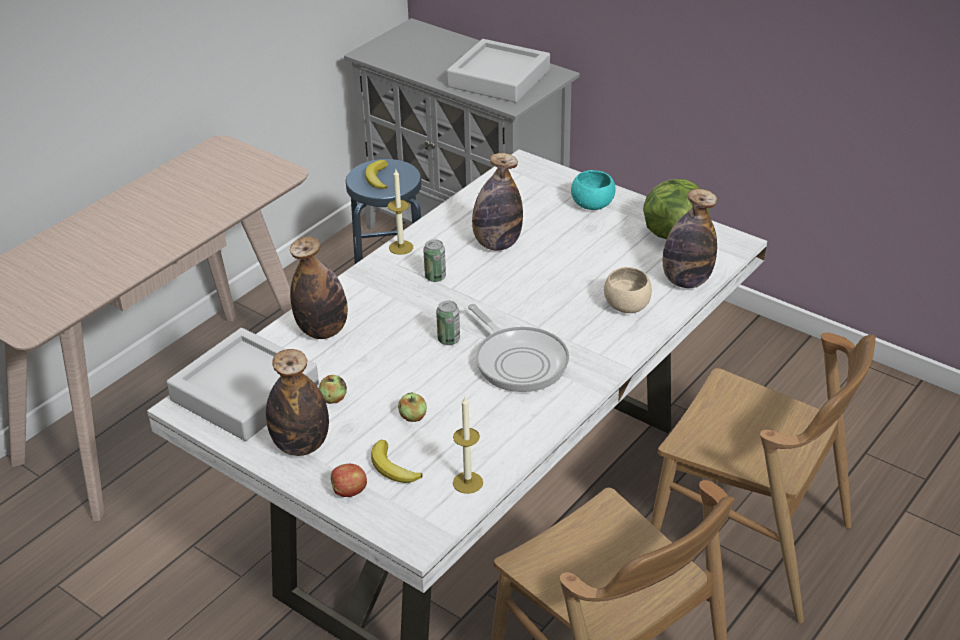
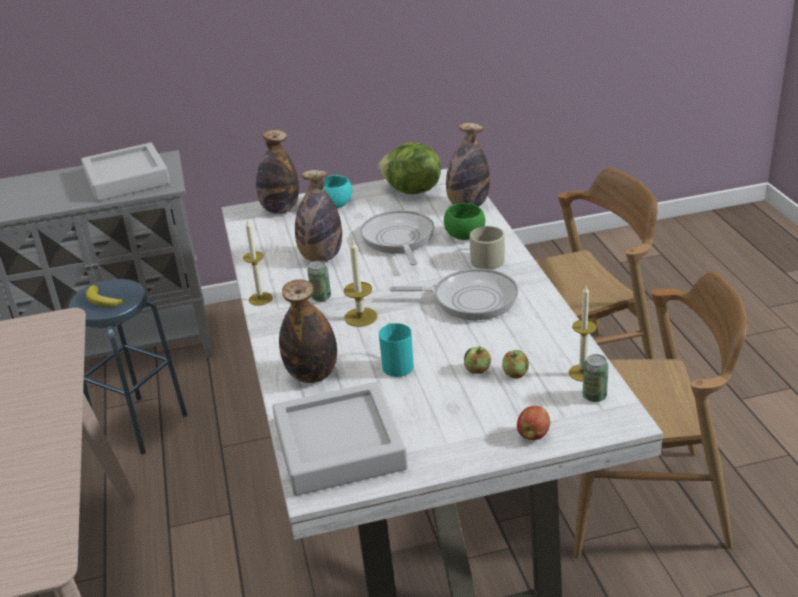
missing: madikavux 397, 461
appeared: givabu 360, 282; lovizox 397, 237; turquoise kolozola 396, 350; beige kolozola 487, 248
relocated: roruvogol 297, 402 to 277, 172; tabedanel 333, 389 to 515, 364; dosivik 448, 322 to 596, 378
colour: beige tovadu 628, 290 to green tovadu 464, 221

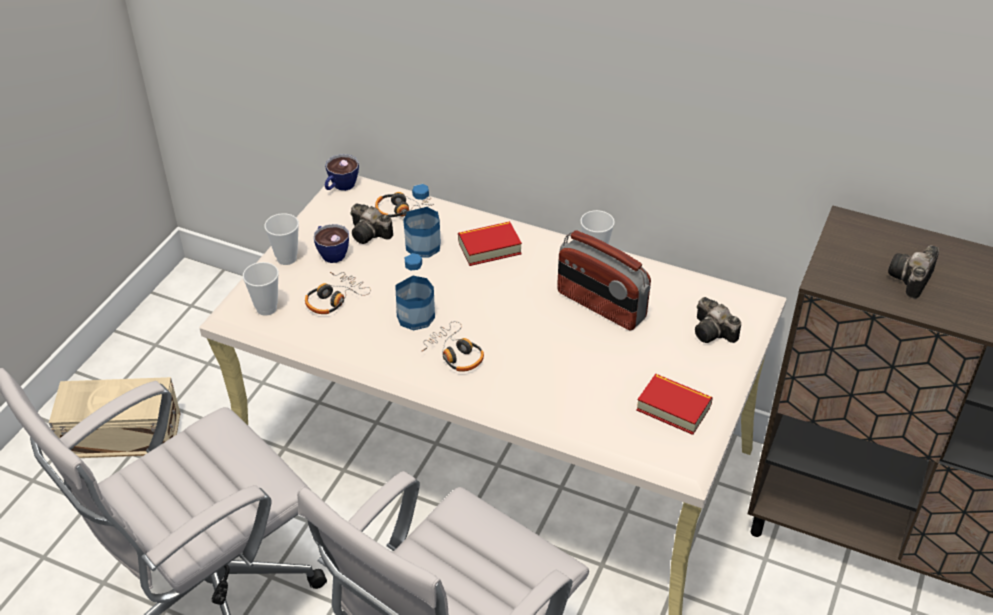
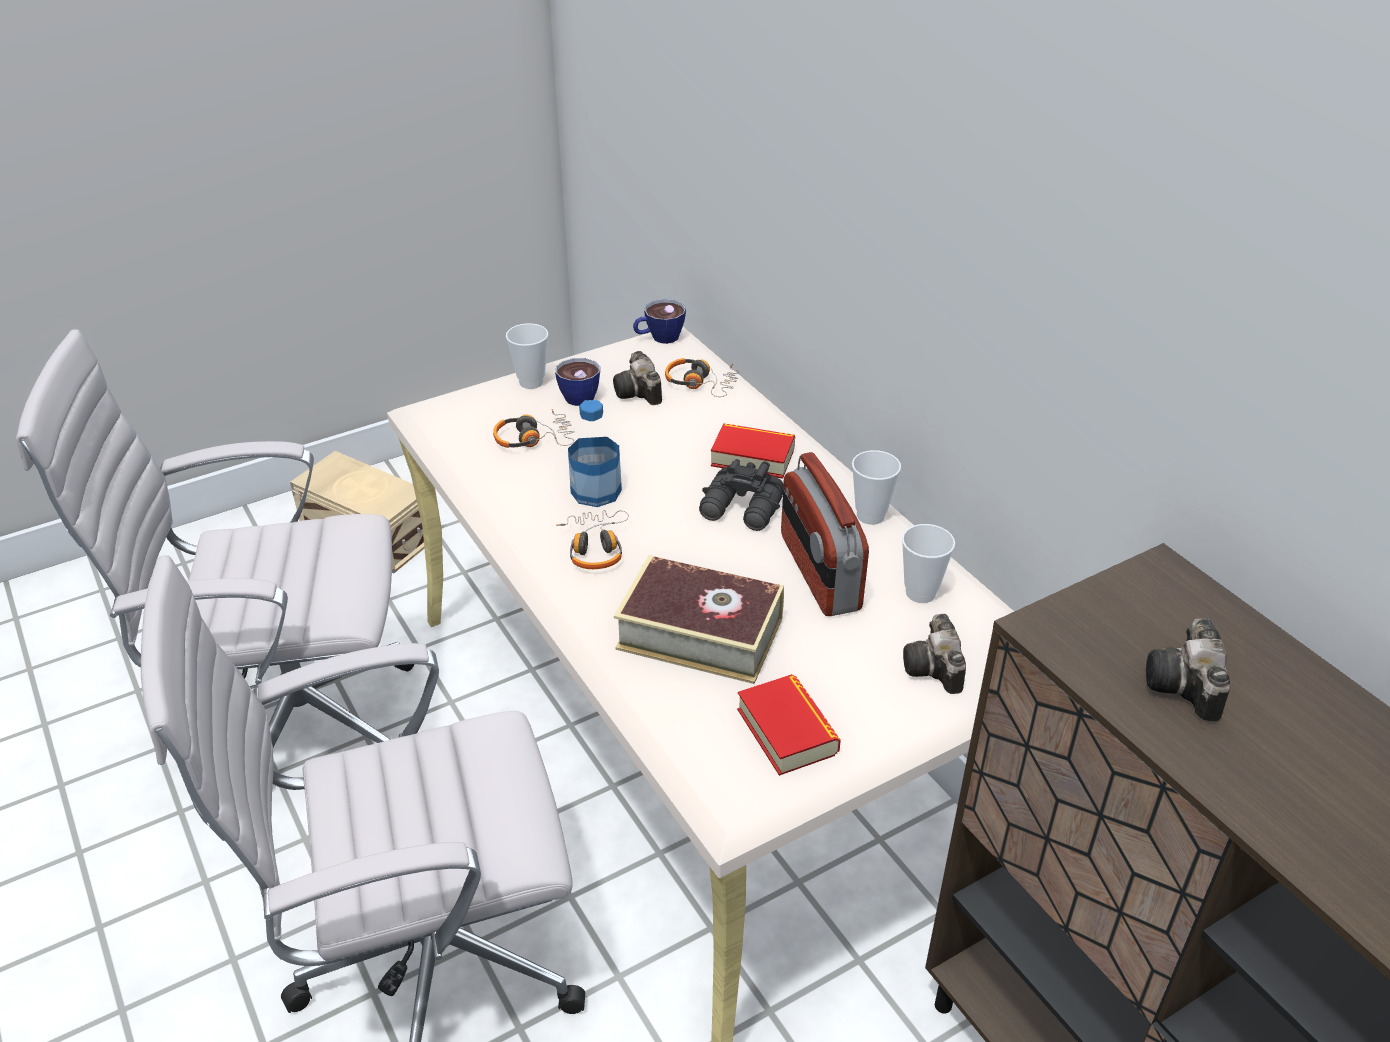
missing: roruvogol 421, 220
appeared: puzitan 699, 619; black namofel 741, 495
relocated: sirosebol 261, 289 to 928, 563
spun: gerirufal 913, 272 = 1188, 670 60 degrees counterclockwise

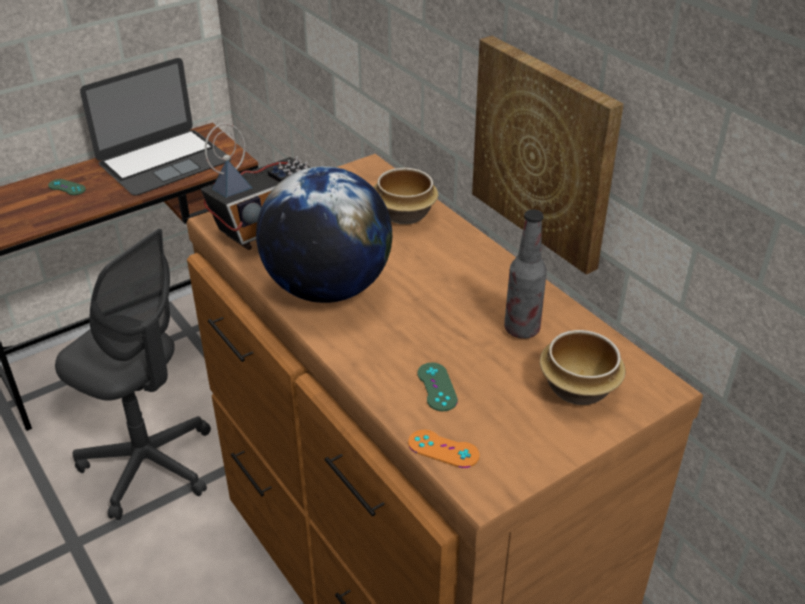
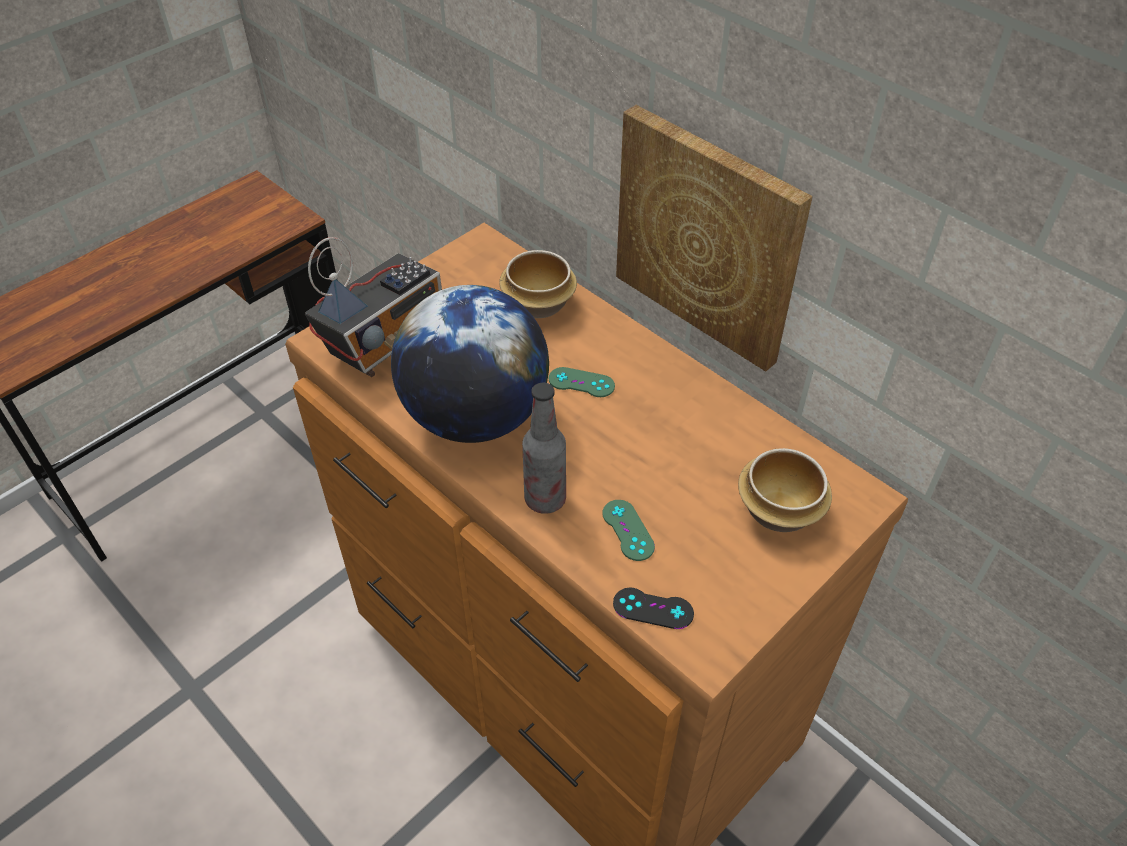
missing: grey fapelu 133, 374; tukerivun 155, 127
relocated: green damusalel 67, 187 to 581, 382; roruvogol 525, 274 to 544, 448
colour: orange damusalel 444, 449 to black damusalel 653, 608

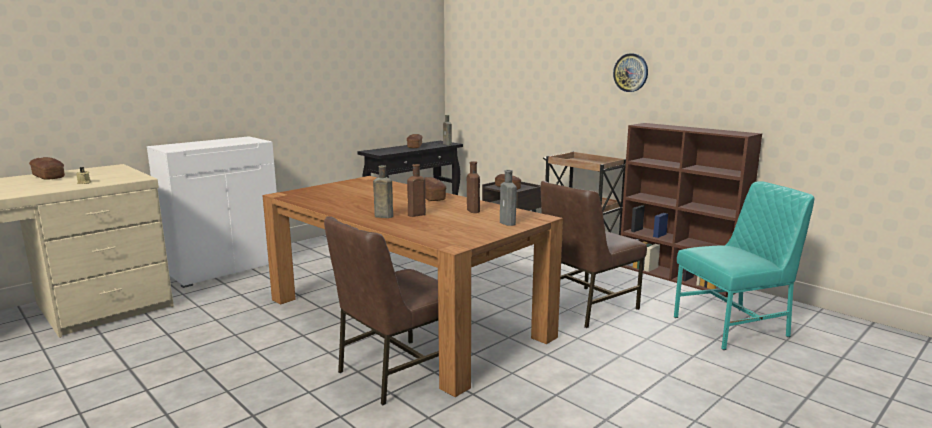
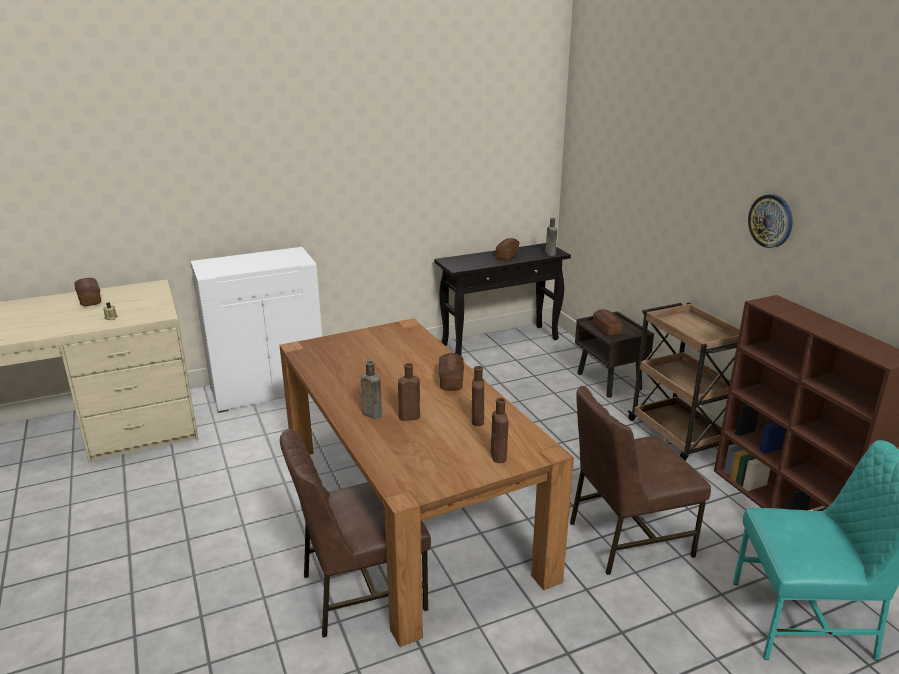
colour: grey roruvogol 508, 198 to brown roruvogol 500, 430

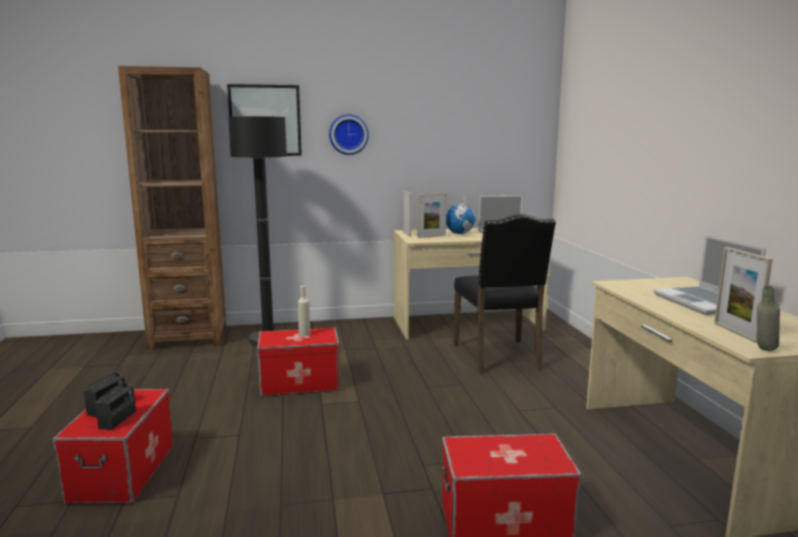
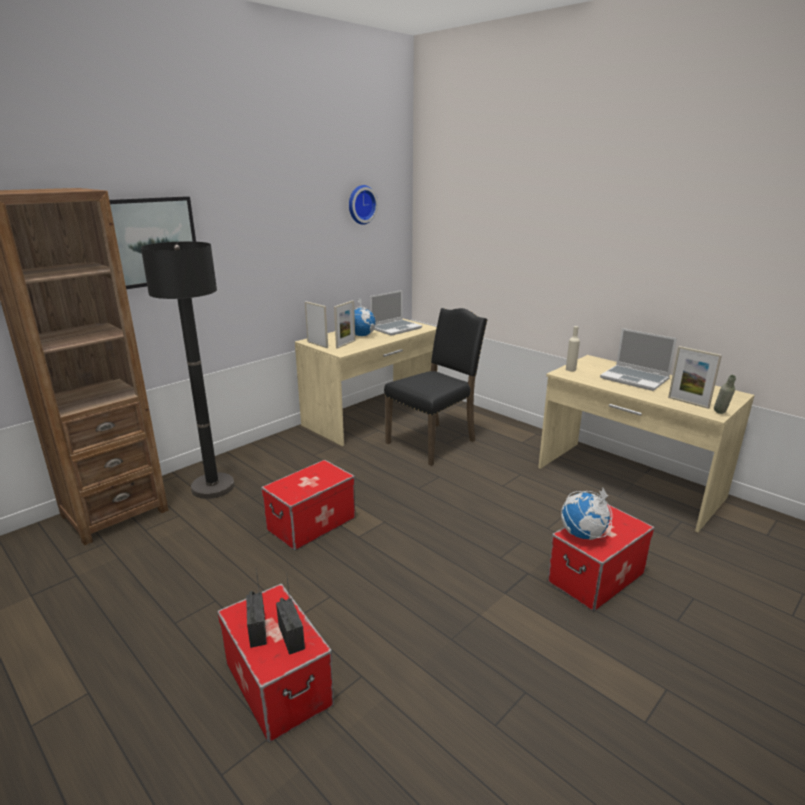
appeared: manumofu 586, 514
relocated: beige roruvogol 304, 311 to 573, 348; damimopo 349, 134 to 363, 205
spun: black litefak 504, 294 = 435, 387 90 degrees counterclockwise

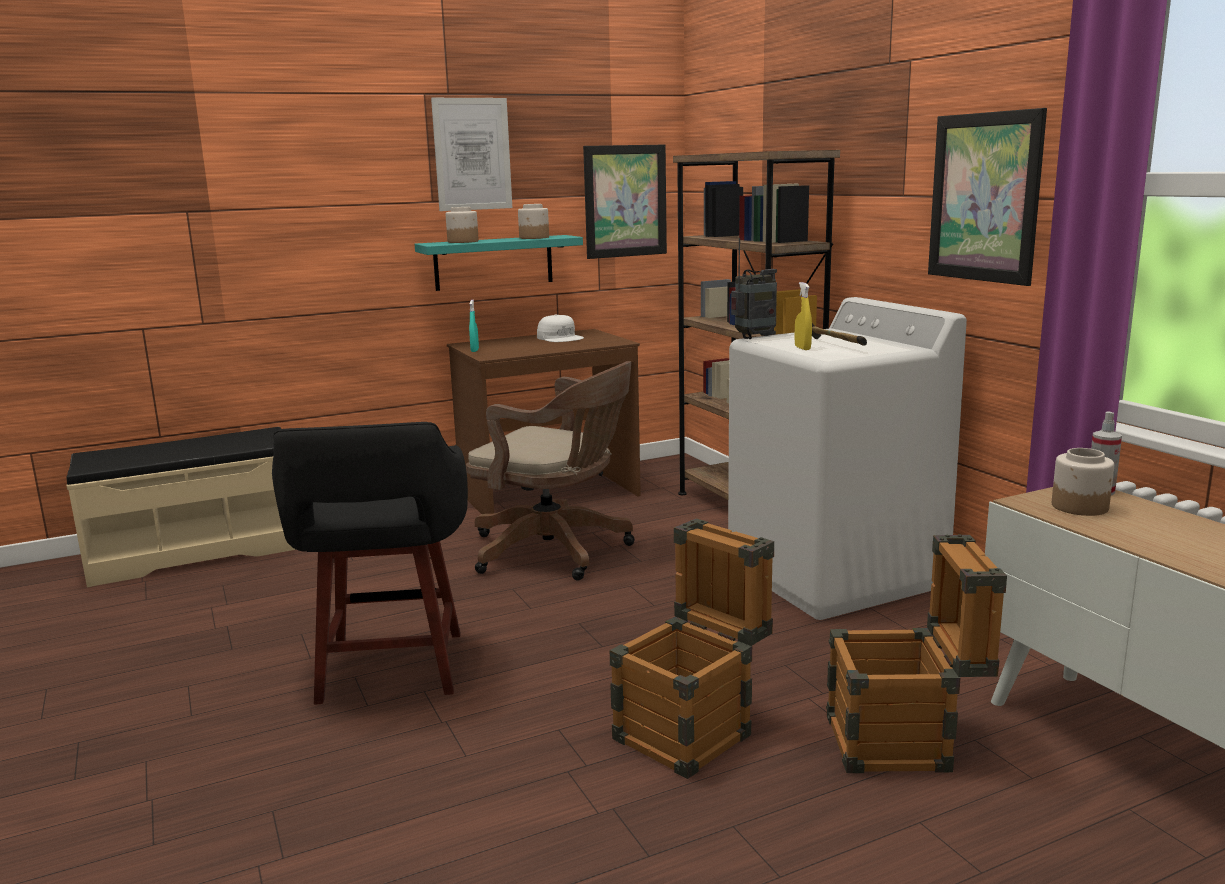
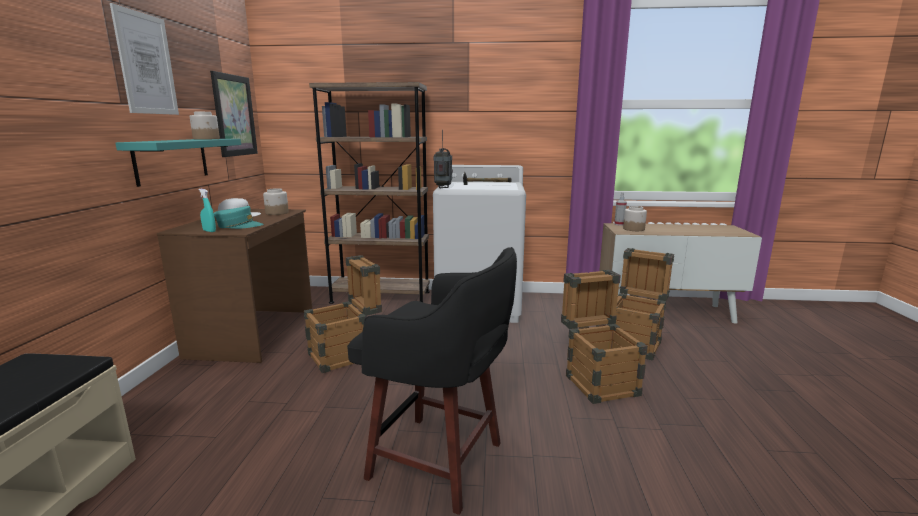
missing: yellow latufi 803, 316; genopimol 987, 197
appeared: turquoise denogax 238, 217
relocated: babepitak 462, 225 to 276, 201
exchanged: brown fapelu 550, 470 to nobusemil 343, 314

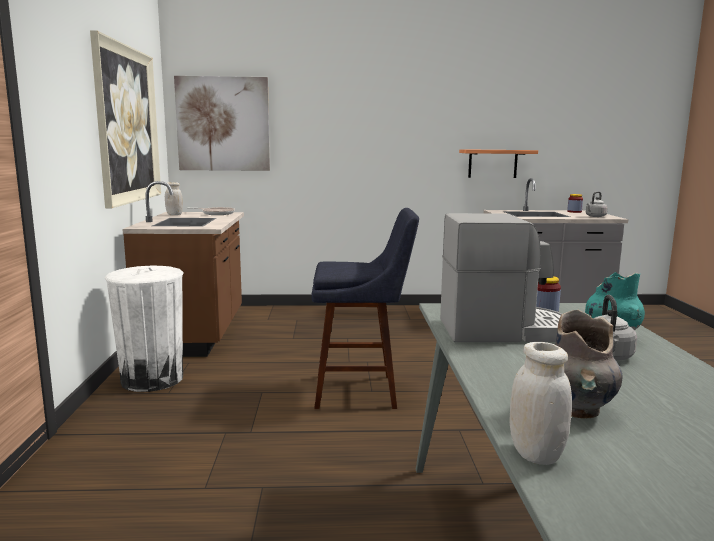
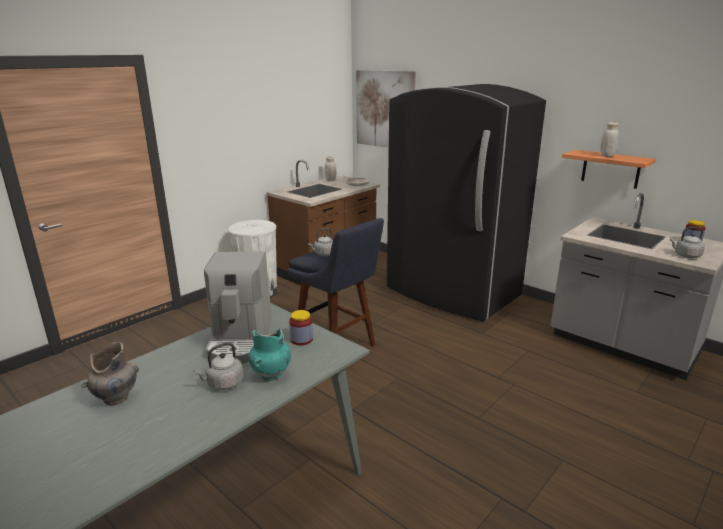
missing: genopimol 125, 119
appeared: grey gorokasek 320, 242; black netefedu 466, 202
relocated: white babepitak 540, 403 to 609, 139
spun: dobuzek 501, 277 = 238, 307 45 degrees clockwise

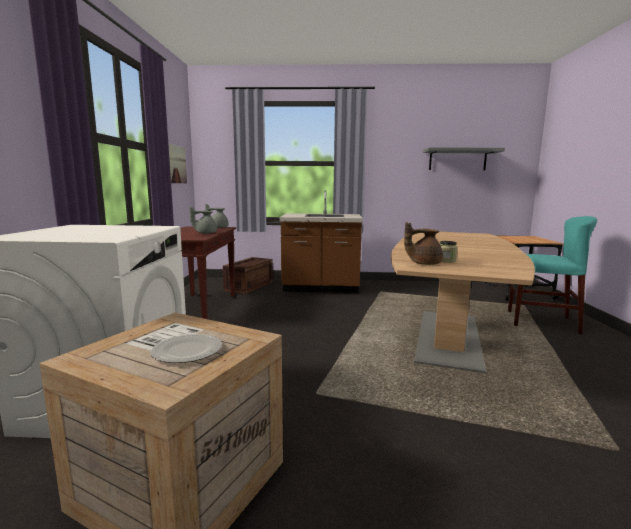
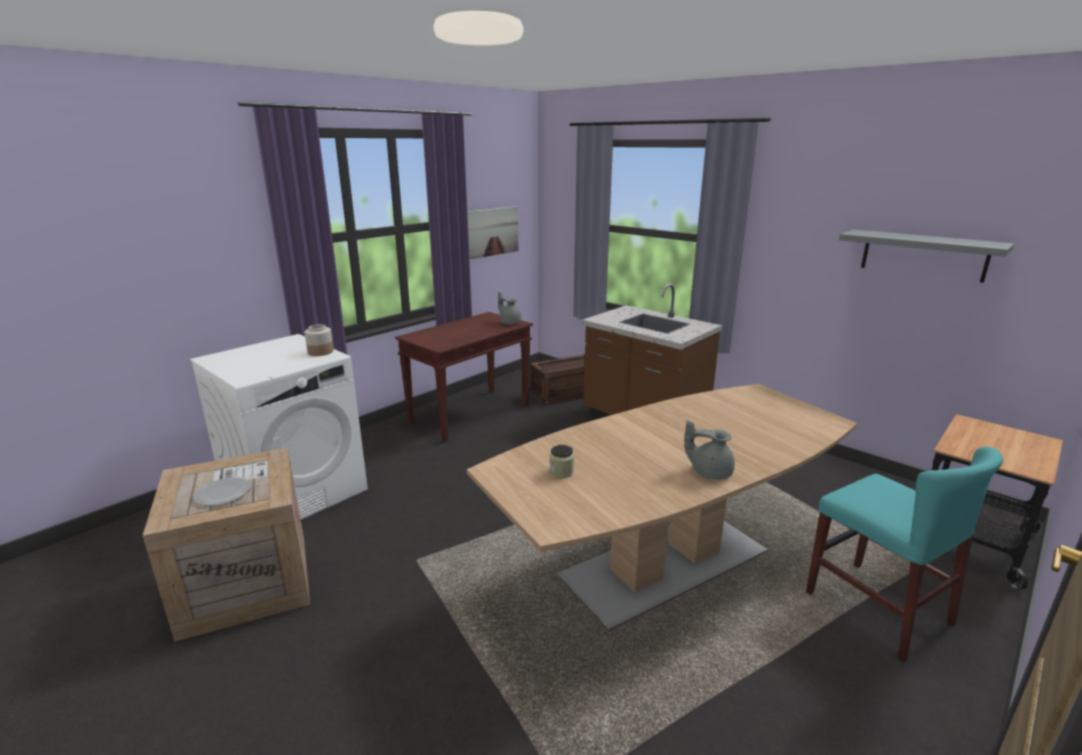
missing: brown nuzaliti 423, 243
appeared: babepitak 319, 340
relocated: grey nuzaliti 203, 220 to 709, 450

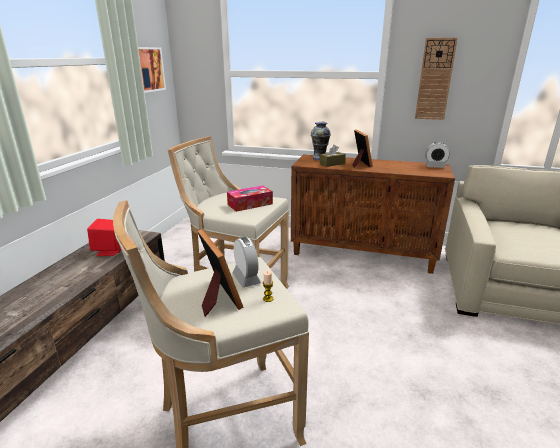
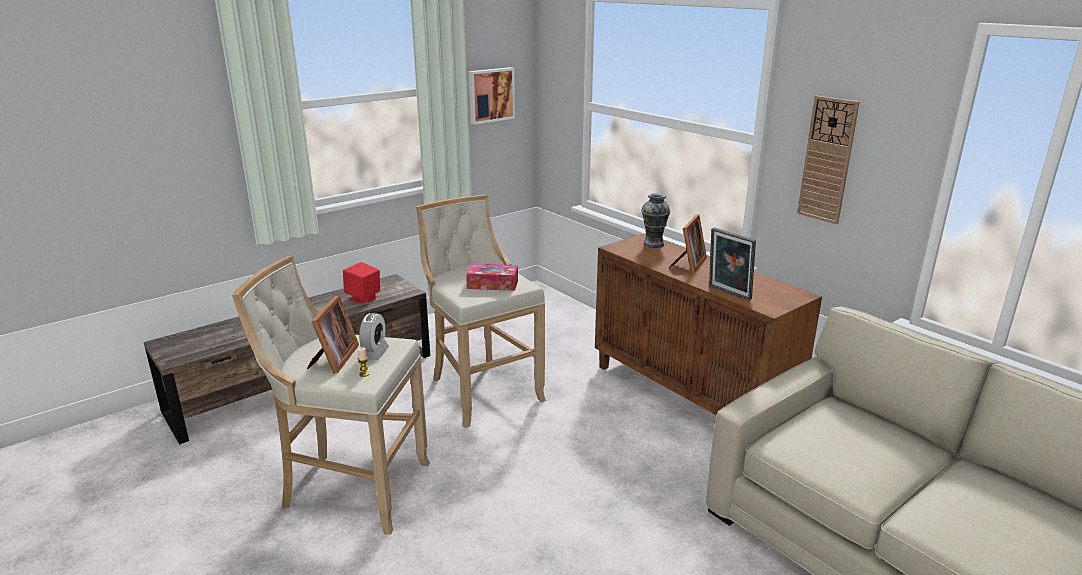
missing: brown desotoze 333, 156; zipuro 437, 155
appeared: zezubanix 732, 264

